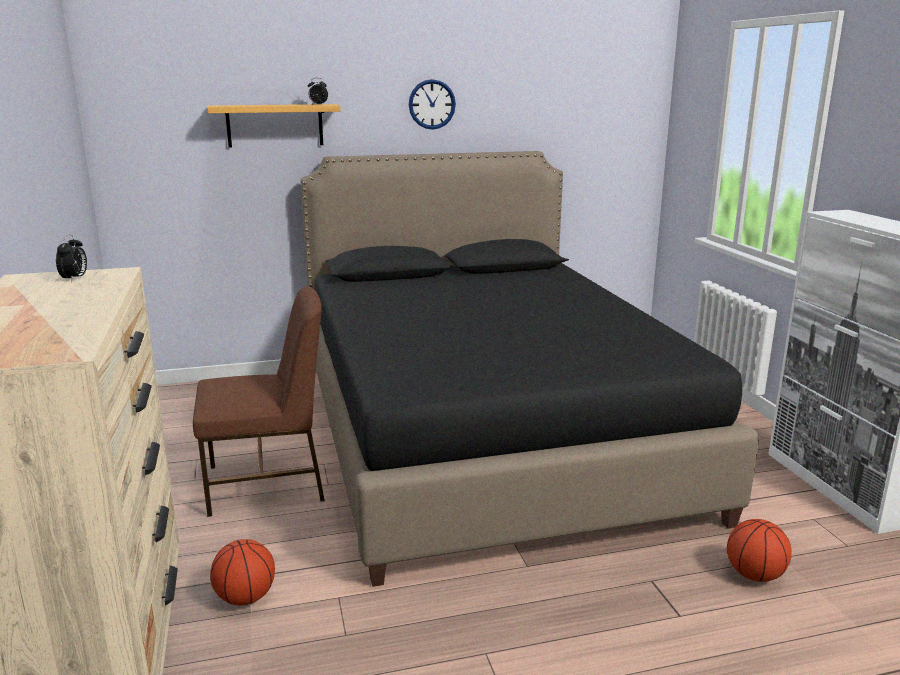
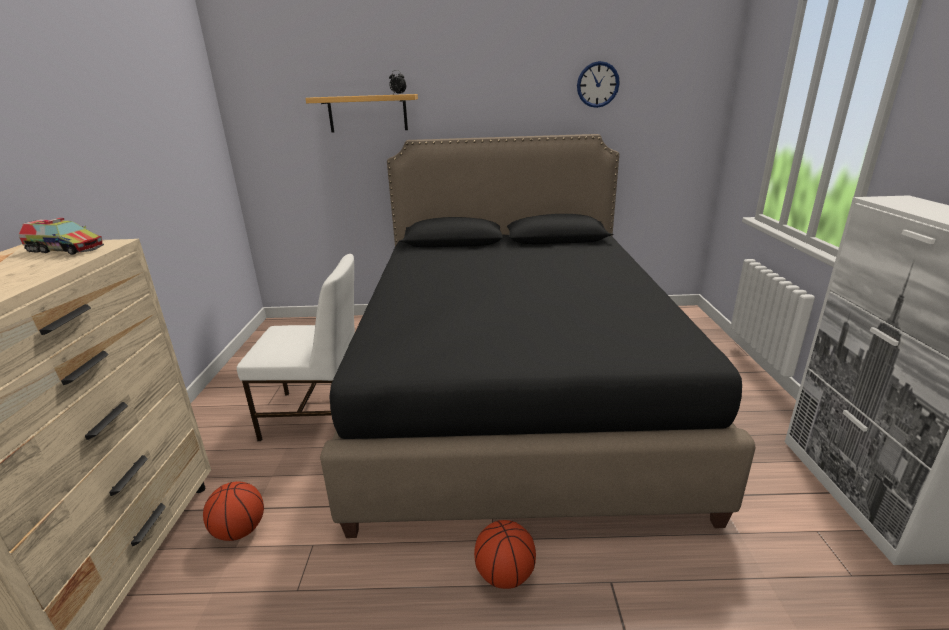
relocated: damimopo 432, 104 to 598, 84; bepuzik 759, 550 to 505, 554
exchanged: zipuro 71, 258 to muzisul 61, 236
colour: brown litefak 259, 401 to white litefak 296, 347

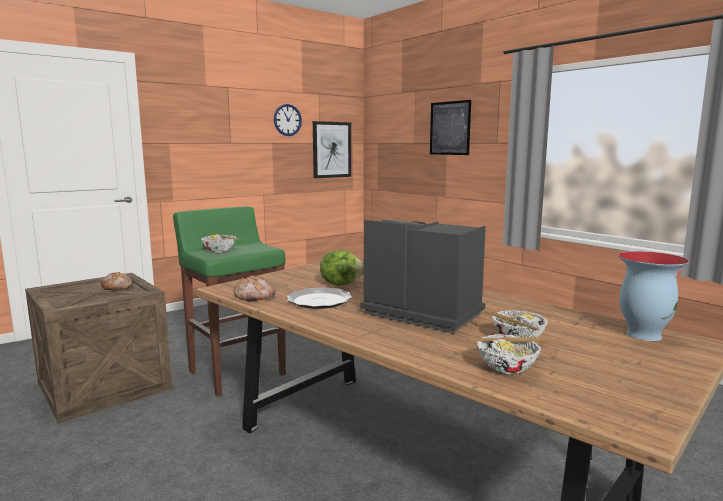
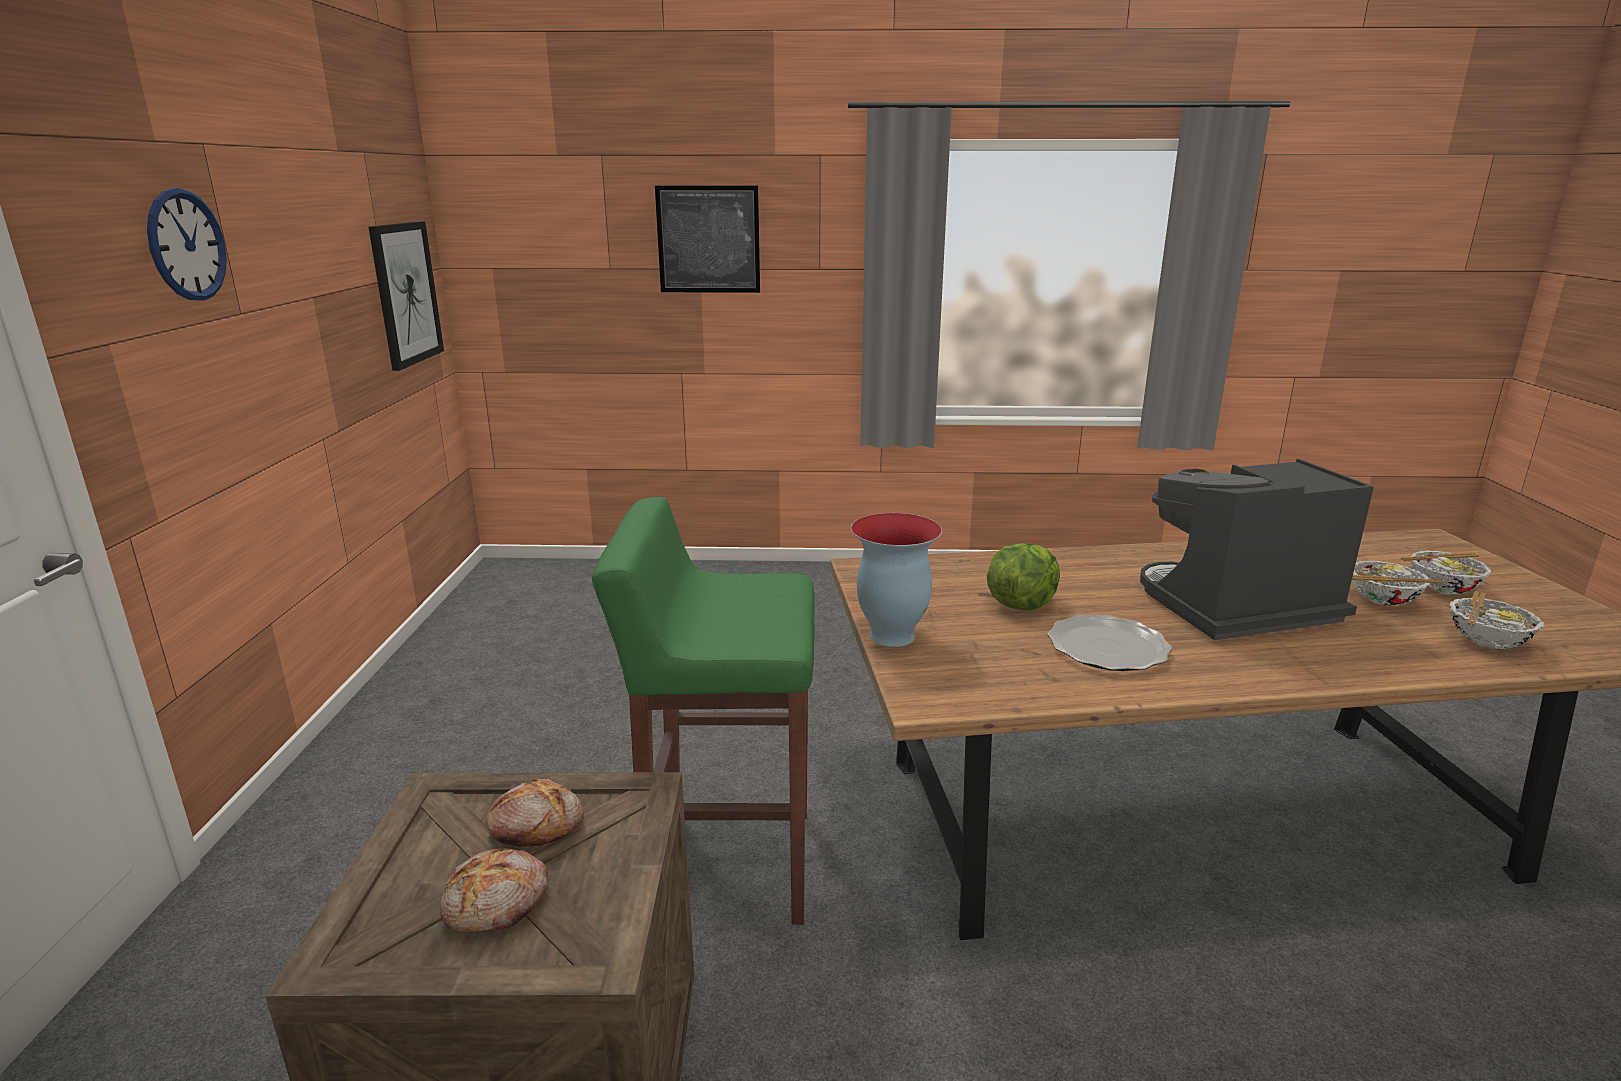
relocated: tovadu 220, 243 to 1446, 572; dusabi 255, 288 to 494, 890; damimopo 288, 120 to 187, 244; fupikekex 653, 296 to 896, 580

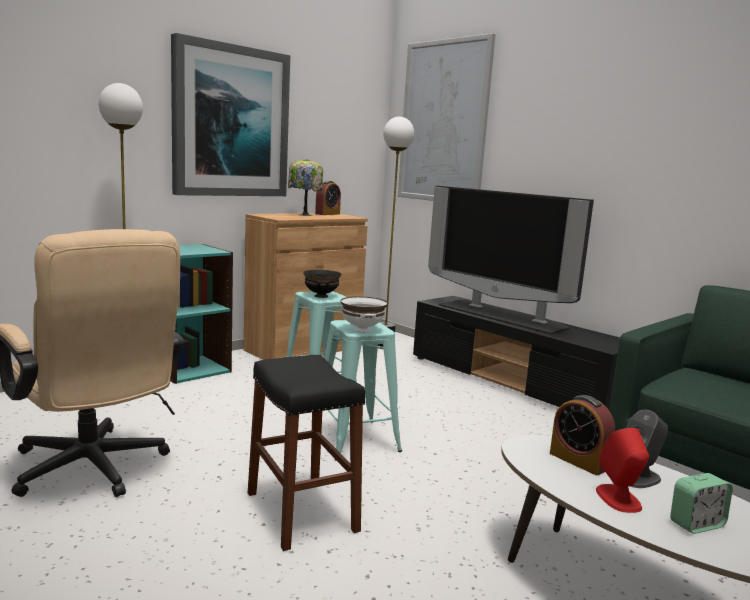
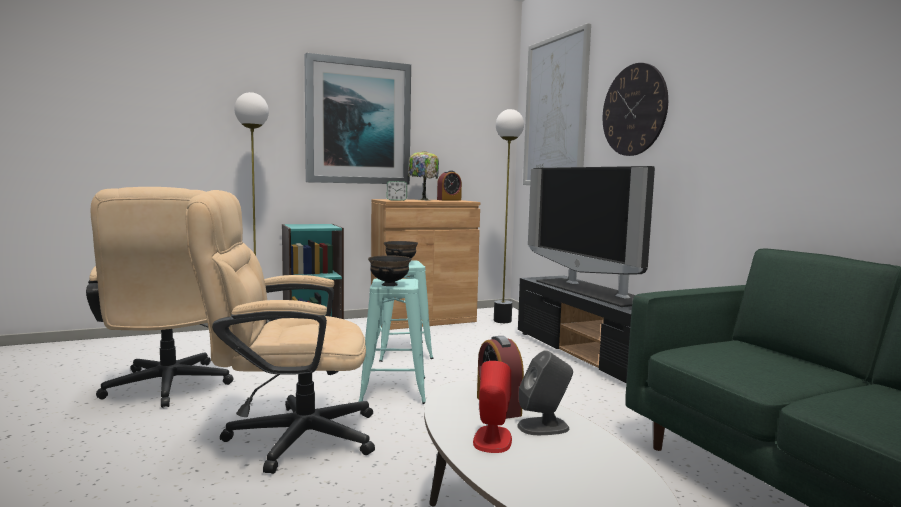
appeared: damimopo 635, 109
relocated: zipuro 701, 503 to 397, 191
exchanged: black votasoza 306, 453 to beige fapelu 280, 332
colour: white tovadu 364, 314 to black tovadu 389, 270

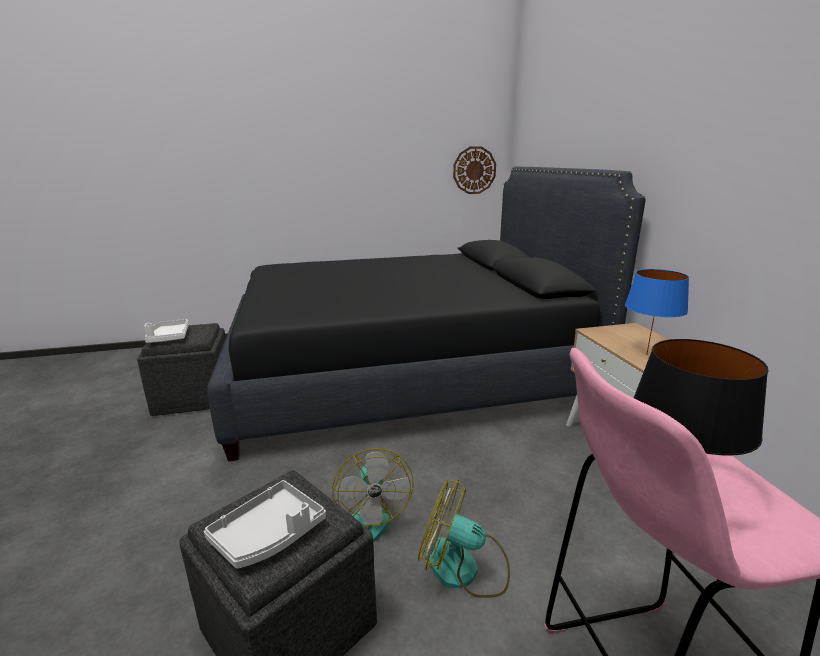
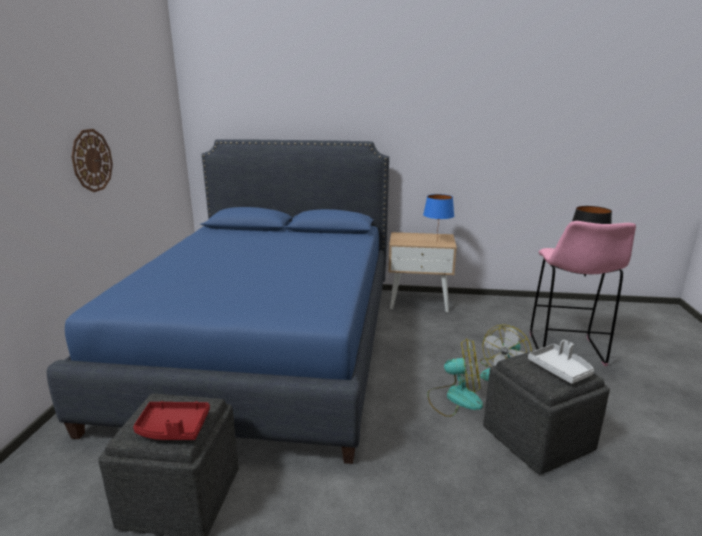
relocated: damimopo 474, 170 to 92, 160
colour: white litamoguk 166, 331 to red litamoguk 171, 420; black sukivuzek 426, 314 to blue sukivuzek 217, 301

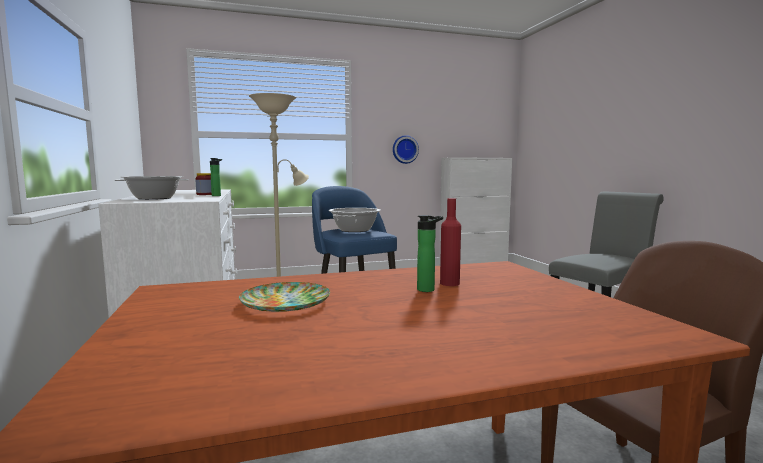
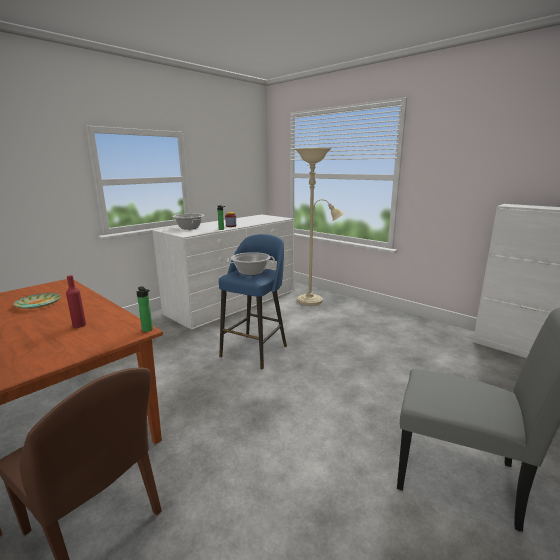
missing: damimopo 406, 149
relocated: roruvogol 430, 253 to 145, 309

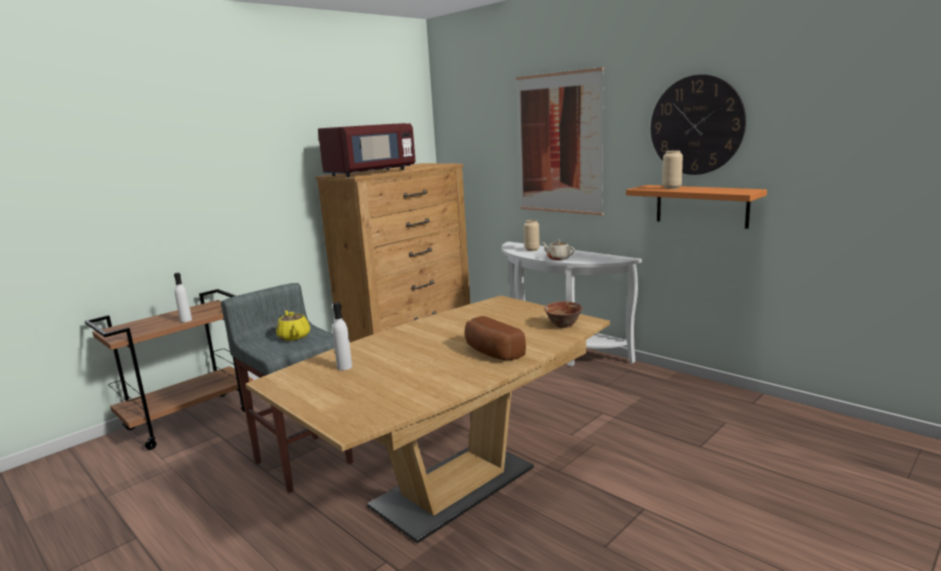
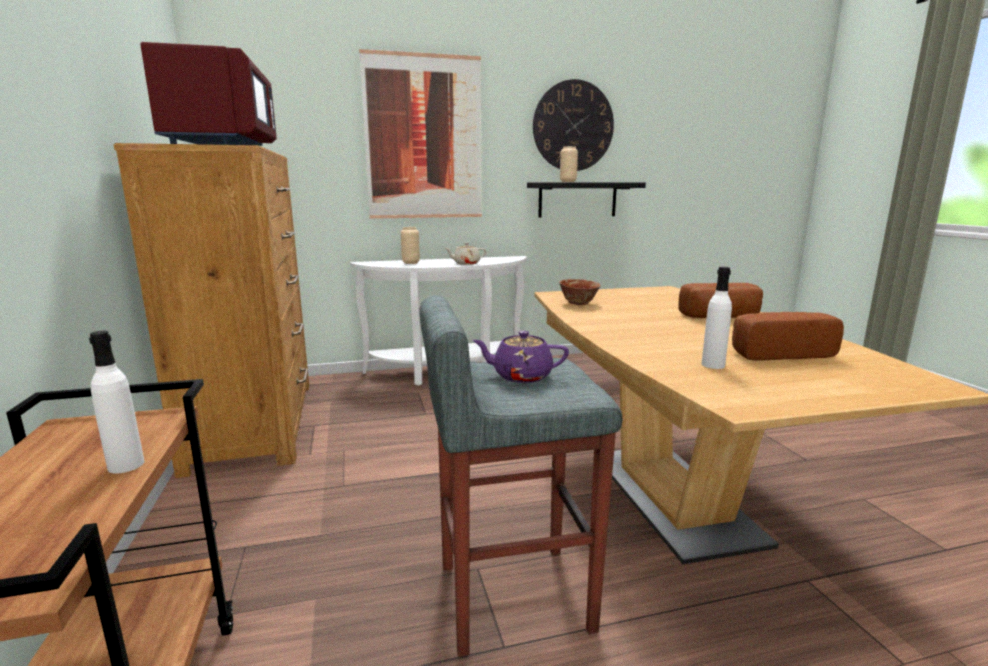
appeared: dusabi 788, 336
relocated: tovadu 563, 314 to 580, 292
colour: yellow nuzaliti 293, 325 to purple nuzaliti 520, 357; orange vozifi 696, 207 to black vozifi 586, 199

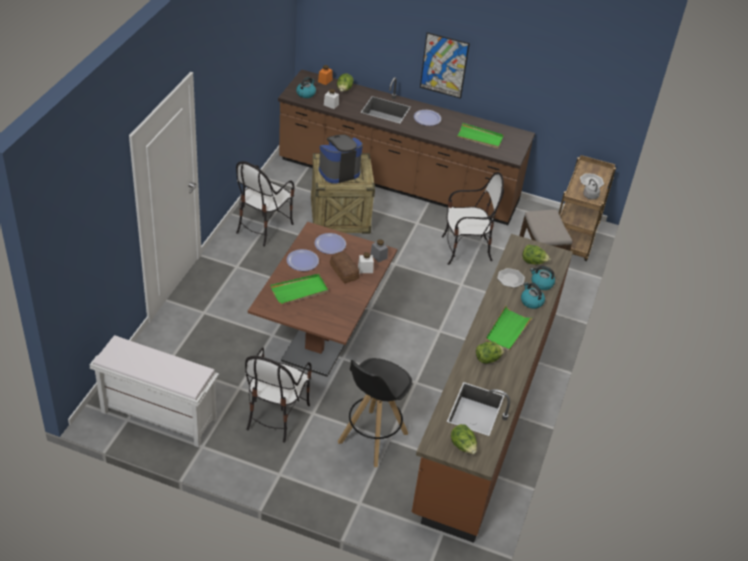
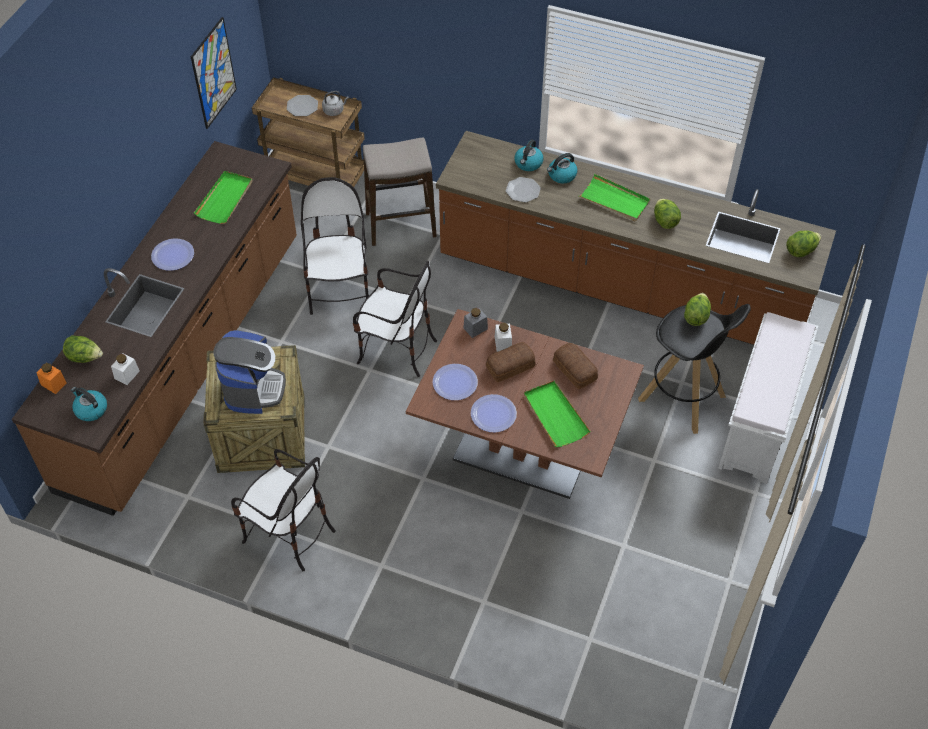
appeared: dusabi 575, 366
relocated: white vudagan 154, 391 to 768, 398; litefak 278, 395 to 395, 319; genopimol 445, 65 to 214, 73; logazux 536, 255 to 697, 309
spun: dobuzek 341, 159 = 249, 372 150 degrees counterclockwise

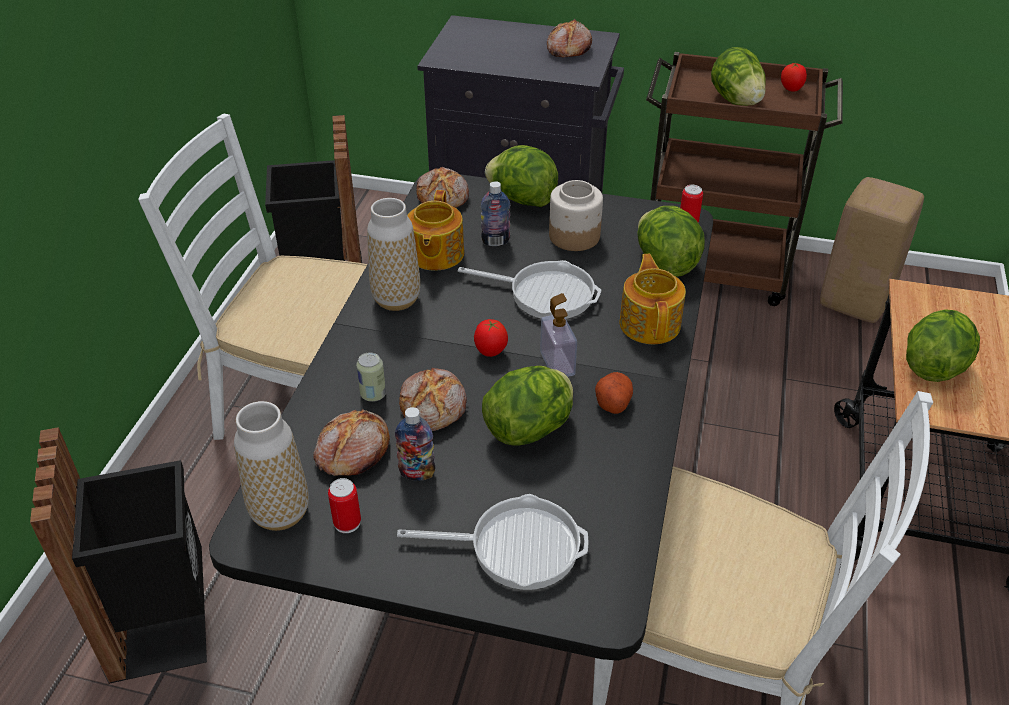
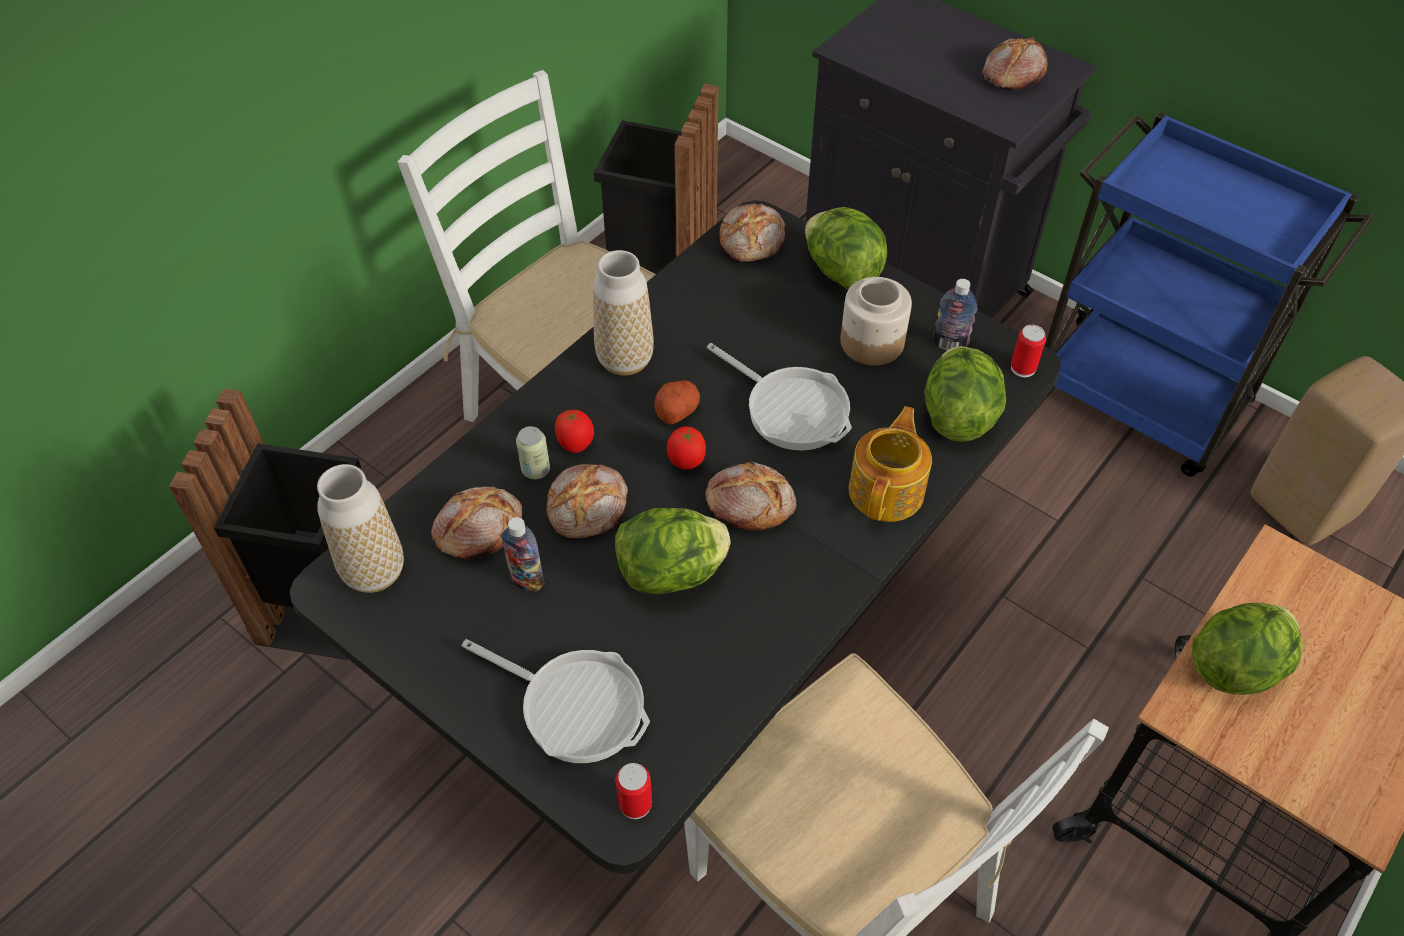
missing: nuzaliti 435, 230; logazux 738, 76
relocated: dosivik 344, 505 to 634, 791; roruvogol 495, 213 to 955, 315; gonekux 614, 393 to 677, 402; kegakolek 794, 77 to 574, 431
exchanged: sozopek 558, 335 to dusabi 751, 496
colour: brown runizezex 744, 179 to blue runizezex 1209, 293

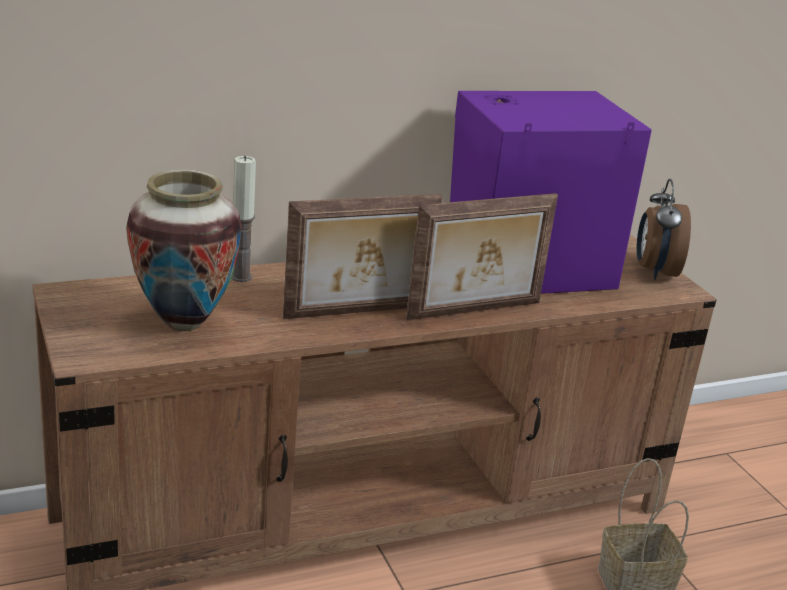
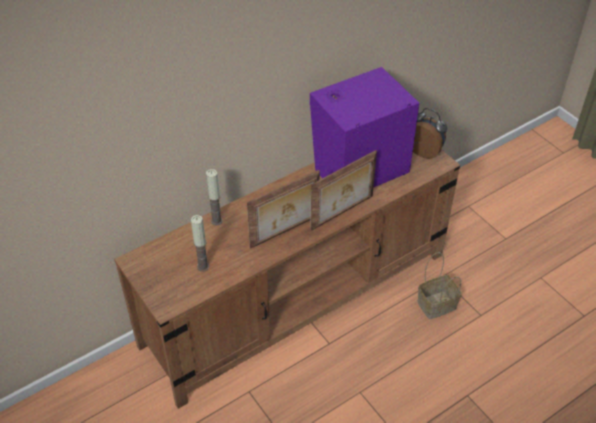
exchanged: fupikekex 184, 250 to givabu 200, 243
spun: zipuro 663, 229 = 430, 133 135 degrees clockwise

